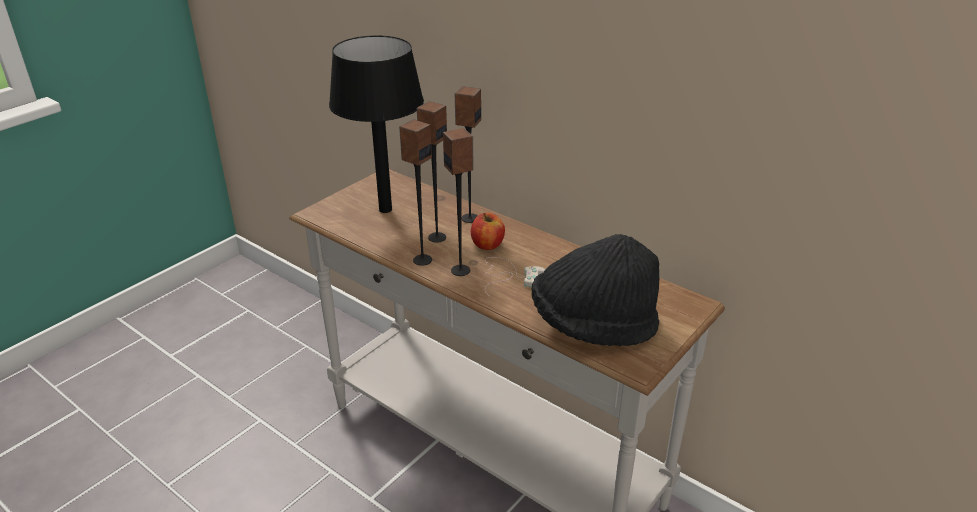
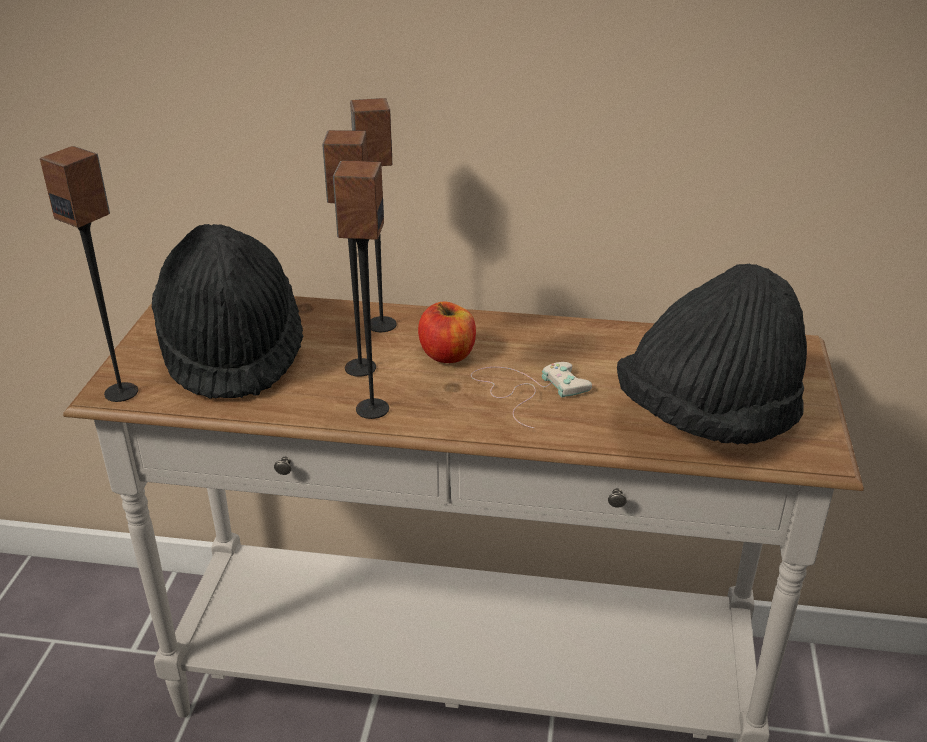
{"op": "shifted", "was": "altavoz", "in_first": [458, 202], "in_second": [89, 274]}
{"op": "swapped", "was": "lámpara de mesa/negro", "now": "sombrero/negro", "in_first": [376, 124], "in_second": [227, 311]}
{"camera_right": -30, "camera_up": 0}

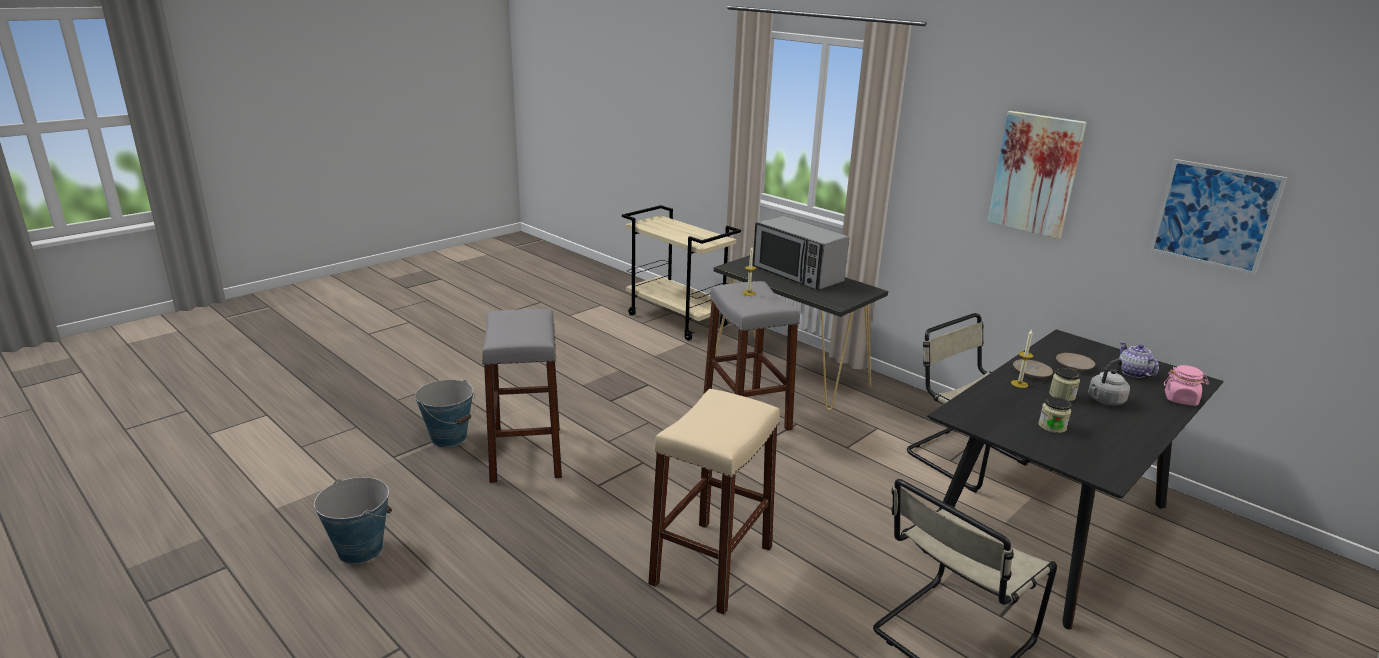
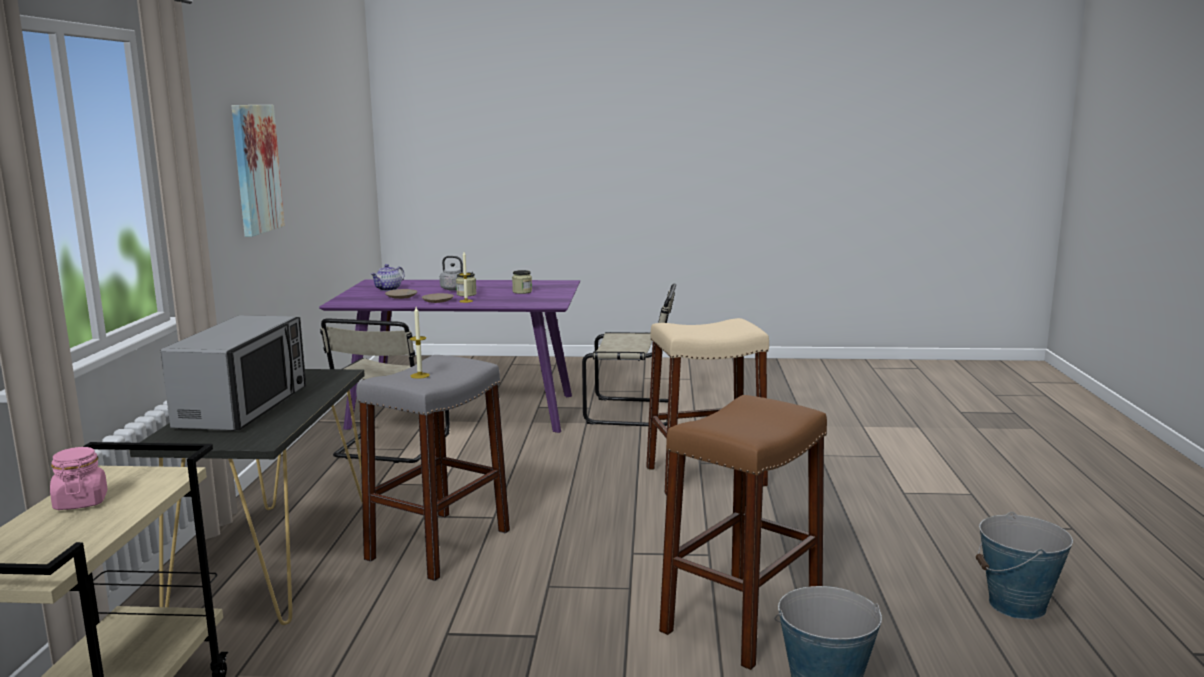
{"op": "gone", "was": "cuadro", "in_first": [1218, 217]}
{"op": "shifted", "was": "tarro/rosa", "in_first": [1186, 385], "in_second": [79, 478]}
{"op": "repainted", "was": "taburete/gris", "now": "taburete/marrón", "in_first": [522, 396], "in_second": [743, 532]}
{"op": "repainted", "was": "mesa de comedor/negro", "now": "mesa de comedor/morado", "in_first": [1073, 479], "in_second": [449, 356]}
{"camera_right": -130, "camera_up": -10}

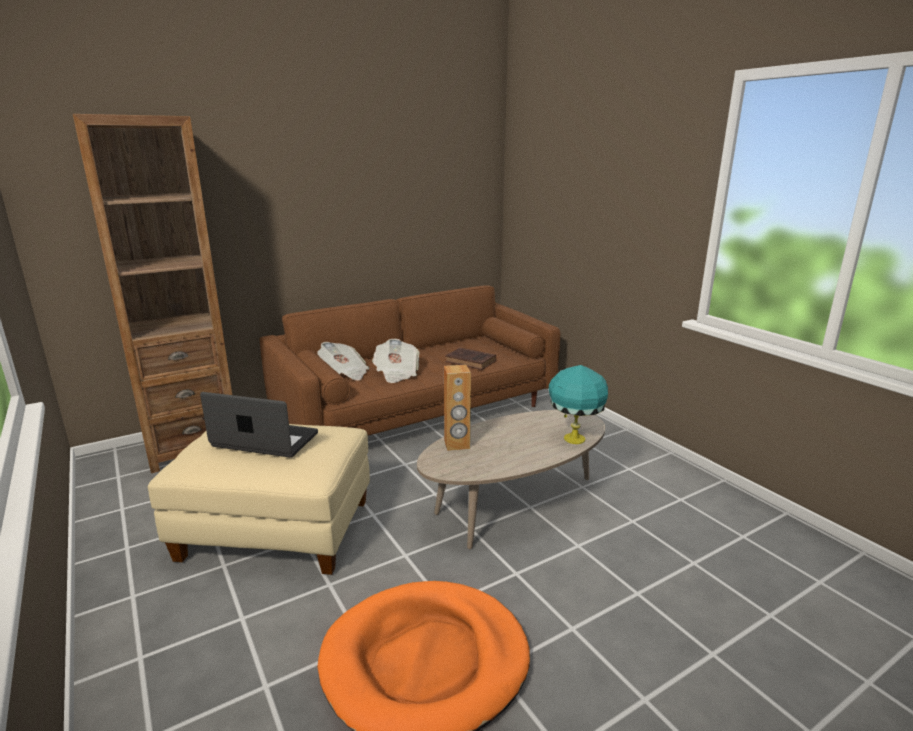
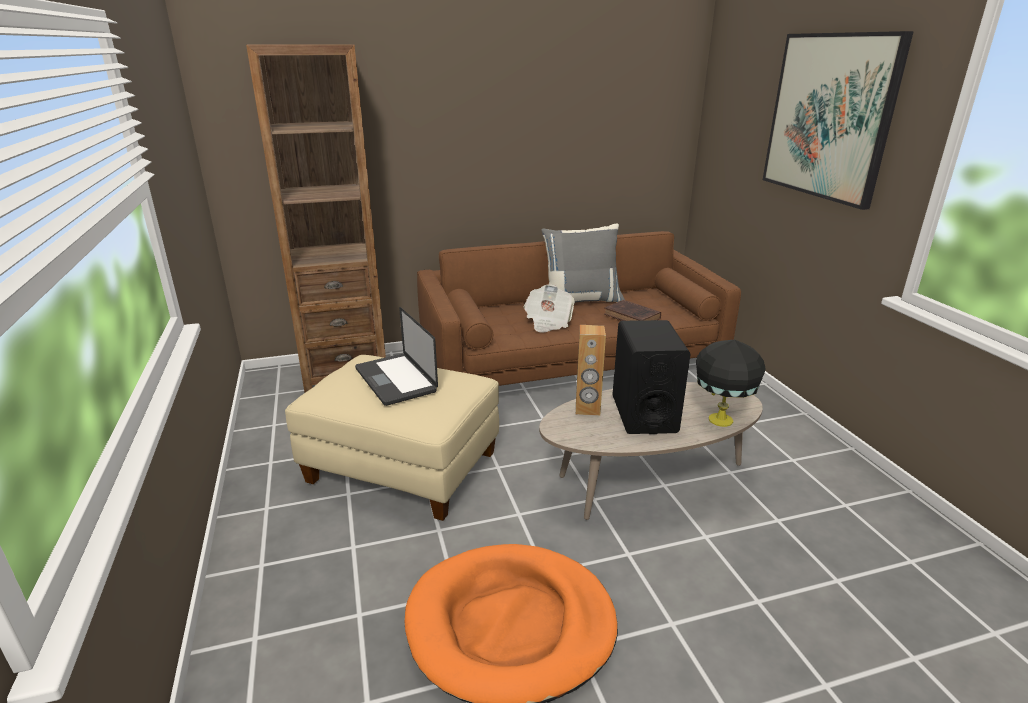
{"op": "gone", "was": "periódico", "in_first": [343, 361]}
{"op": "new", "now": "cojín/gris", "in_second": [583, 263]}
{"op": "new", "now": "altavoz/negro", "in_second": [651, 377]}
{"op": "new", "now": "cuadro", "in_second": [838, 120]}
{"op": "repainted", "was": "lámpara de mesa/turquesa", "now": "lámpara de mesa/negro", "in_first": [578, 404], "in_second": [731, 383]}
{"op": "rotated", "was": "portátil", "in_first": [259, 425], "in_second": [396, 356], "clockwise": -150}
{"camera_right": 15, "camera_up": 5}

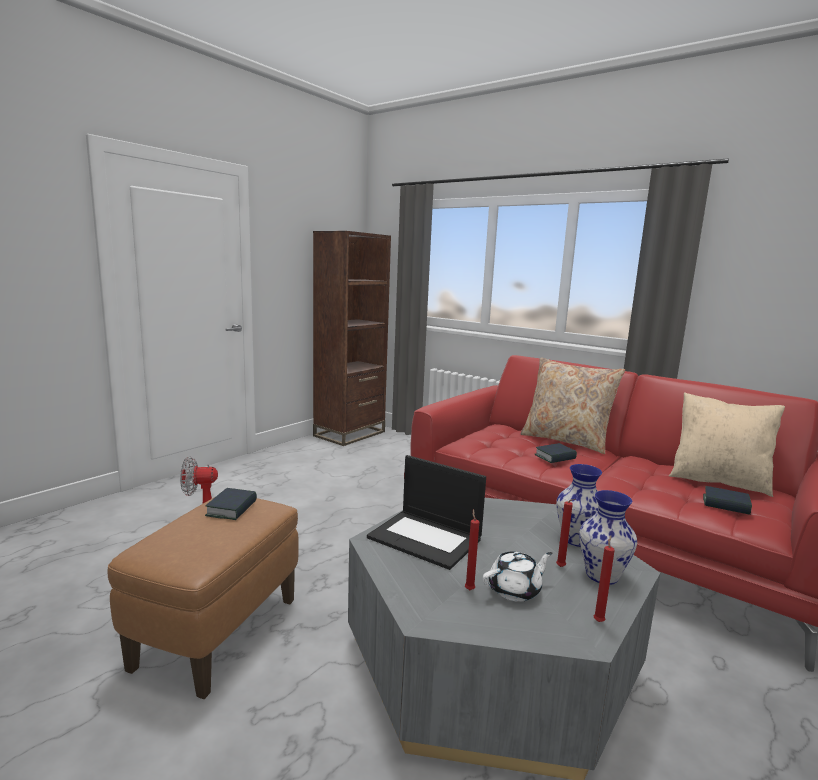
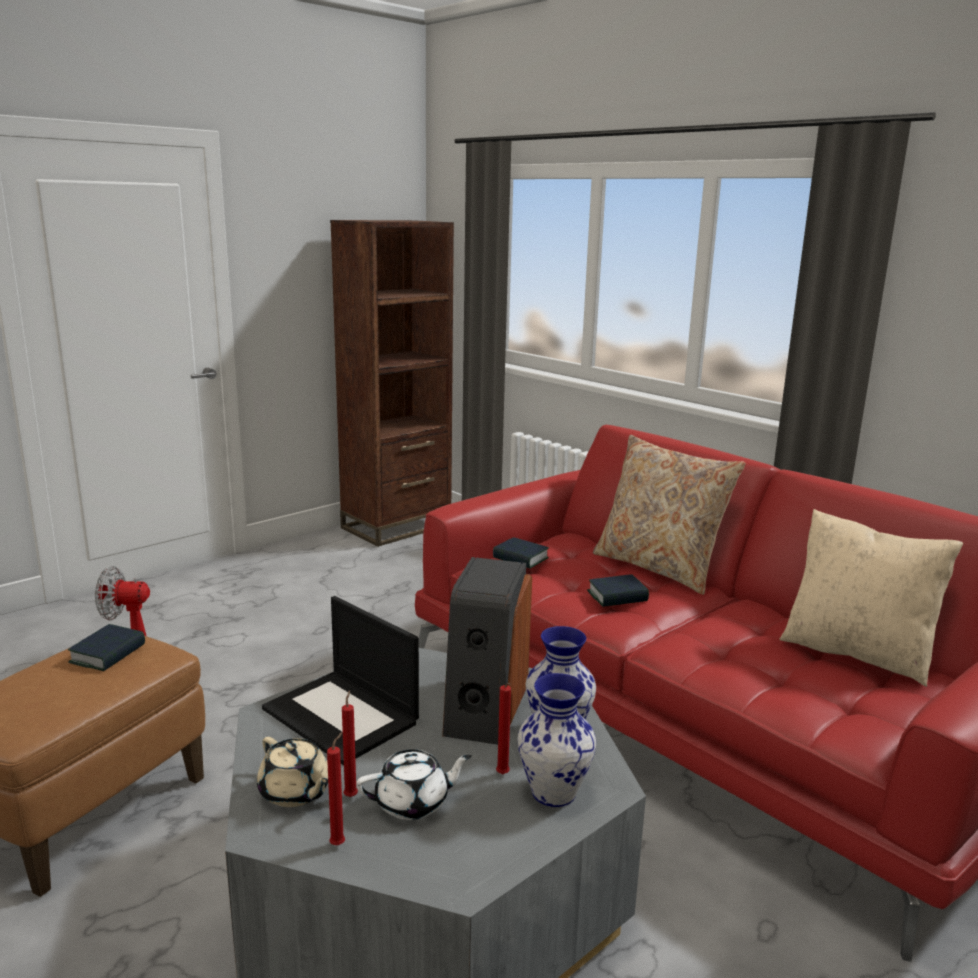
{"op": "new", "now": "tetera/beis", "in_second": [292, 772]}
{"op": "new", "now": "altavoz", "in_second": [487, 651]}
{"op": "shifted", "was": "vela/rojo", "in_first": [604, 578], "in_second": [336, 788]}
{"op": "shifted", "was": "libro", "in_first": [727, 500], "in_second": [521, 552]}
{"camera_right": 10, "camera_up": 5}

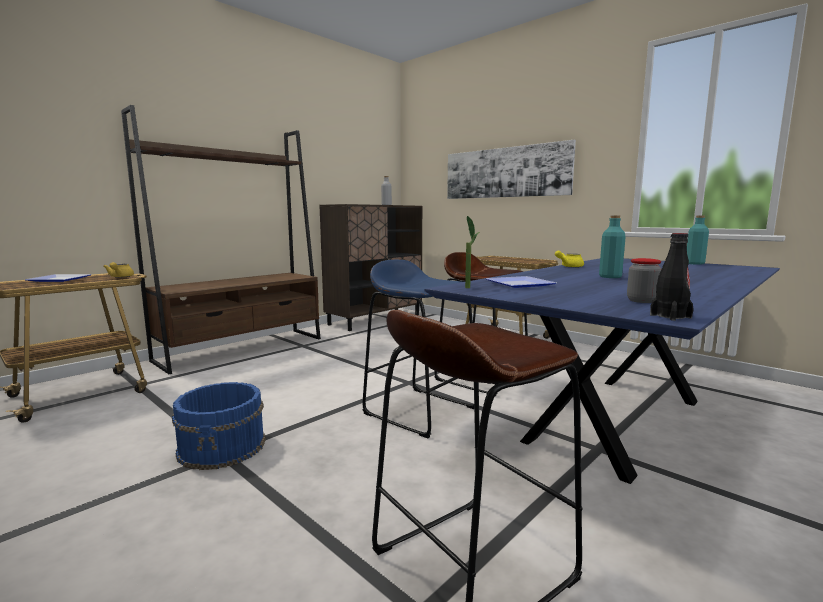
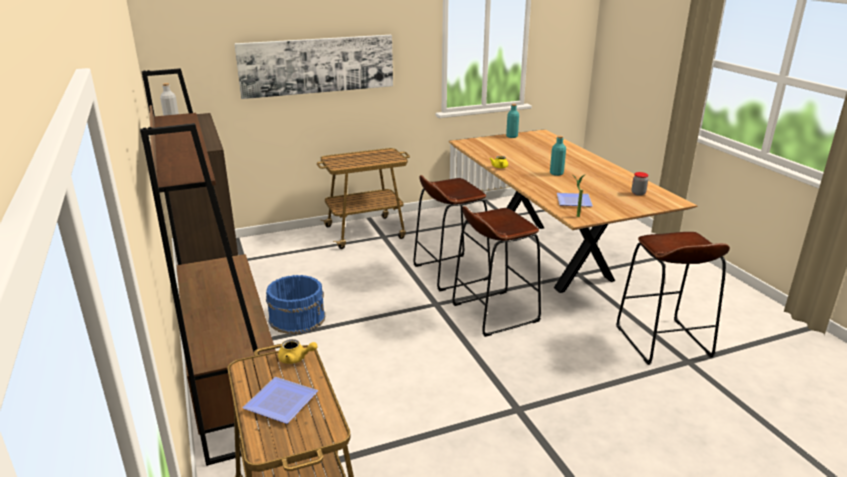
{"op": "gone", "was": "botella/negro", "in_first": [672, 277]}
{"op": "shifted", "was": "cubo/azul", "in_first": [219, 426], "in_second": [295, 304]}
{"op": "repainted", "was": "taburete/azul", "now": "taburete/marrón", "in_first": [418, 349], "in_second": [496, 271]}
{"op": "repainted", "was": "mesa de comedor/azul", "now": "mesa de comedor/marrón", "in_first": [602, 371], "in_second": [573, 211]}
{"camera_right": -65, "camera_up": 15}

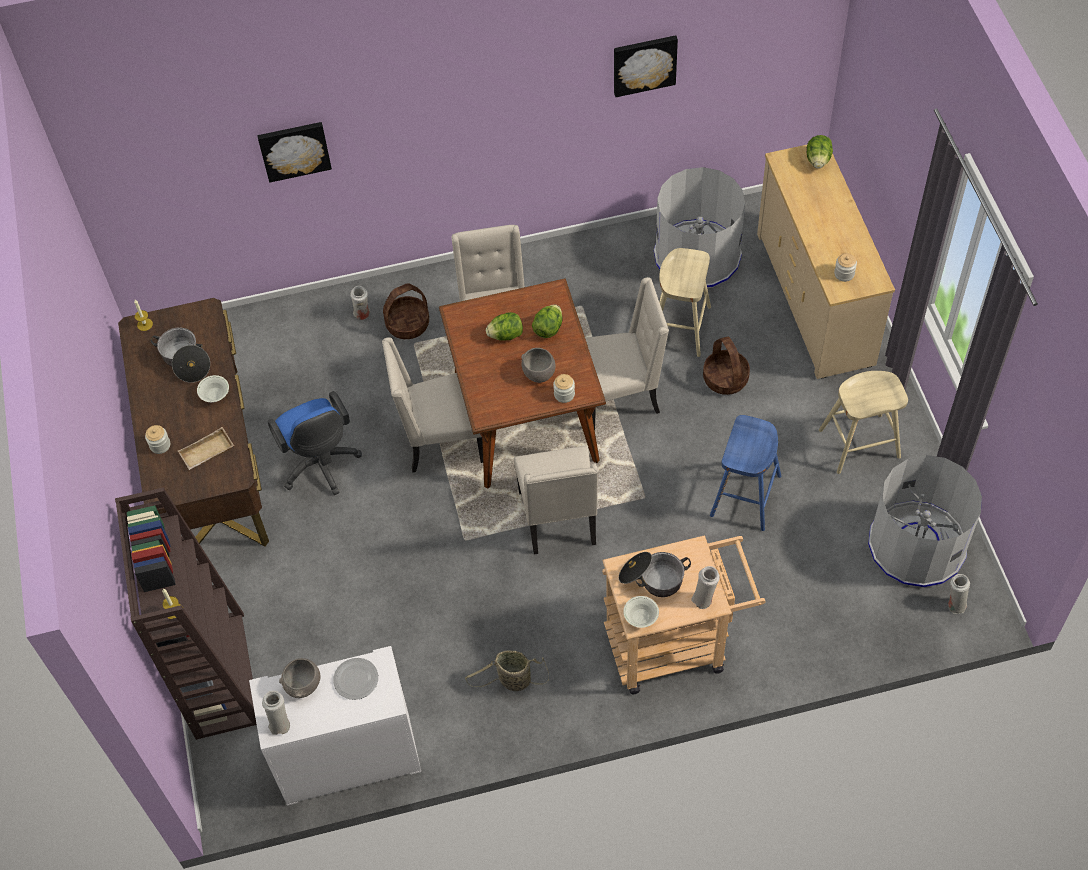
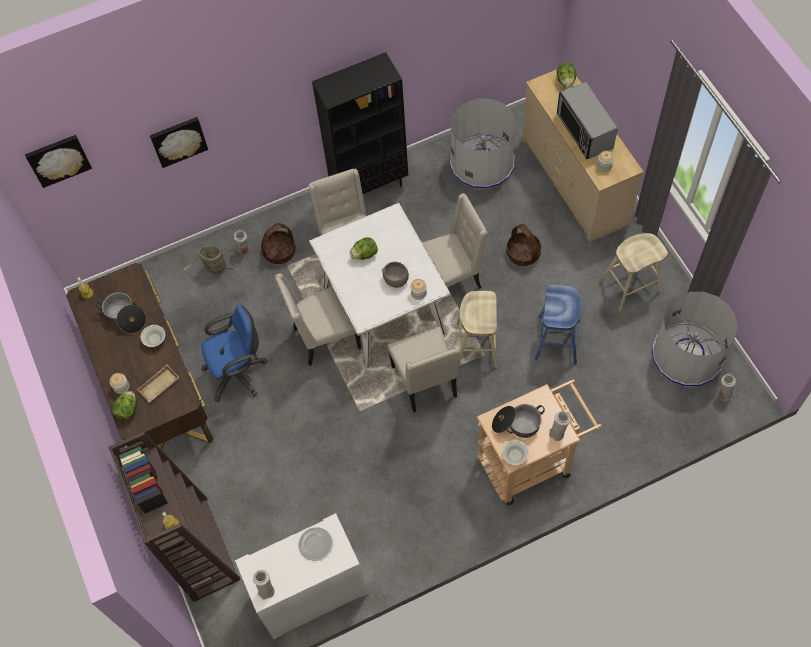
{"op": "gone", "was": "cuenco/gris", "in_first": [299, 678]}
{"op": "new", "now": "estantería/negro", "in_second": [360, 123]}
{"op": "new", "now": "microondas", "in_second": [587, 120]}
{"op": "shifted", "was": "cesta", "in_first": [507, 670], "in_second": [210, 260]}
{"op": "shifted", "was": "lechuga", "in_first": [547, 321], "in_second": [124, 405]}
{"op": "shifted", "was": "cuadro", "in_first": [646, 66], "in_second": [58, 161]}
{"op": "shifted", "was": "taburete/beis", "in_first": [685, 302], "in_second": [477, 329]}
{"op": "repainted", "was": "mesa de comedor/marrón", "now": "mesa de comedor/blanco", "in_first": [522, 383], "in_second": [380, 285]}
{"op": "rotated", "was": "silla de oficina/azul", "in_first": [315, 443], "in_second": [234, 353], "clockwise": -75}
{"camera_right": -10, "camera_up": 5}

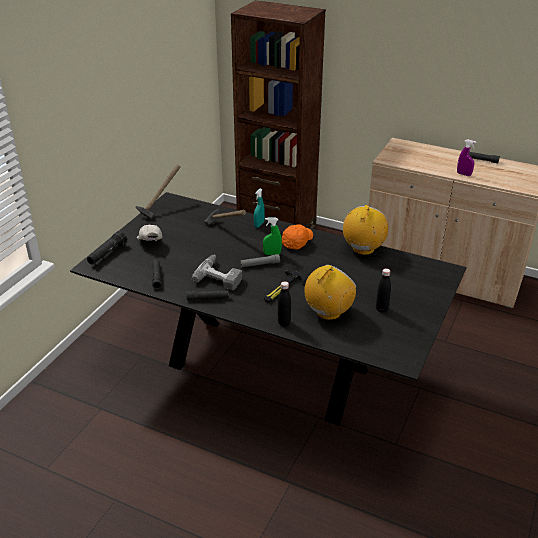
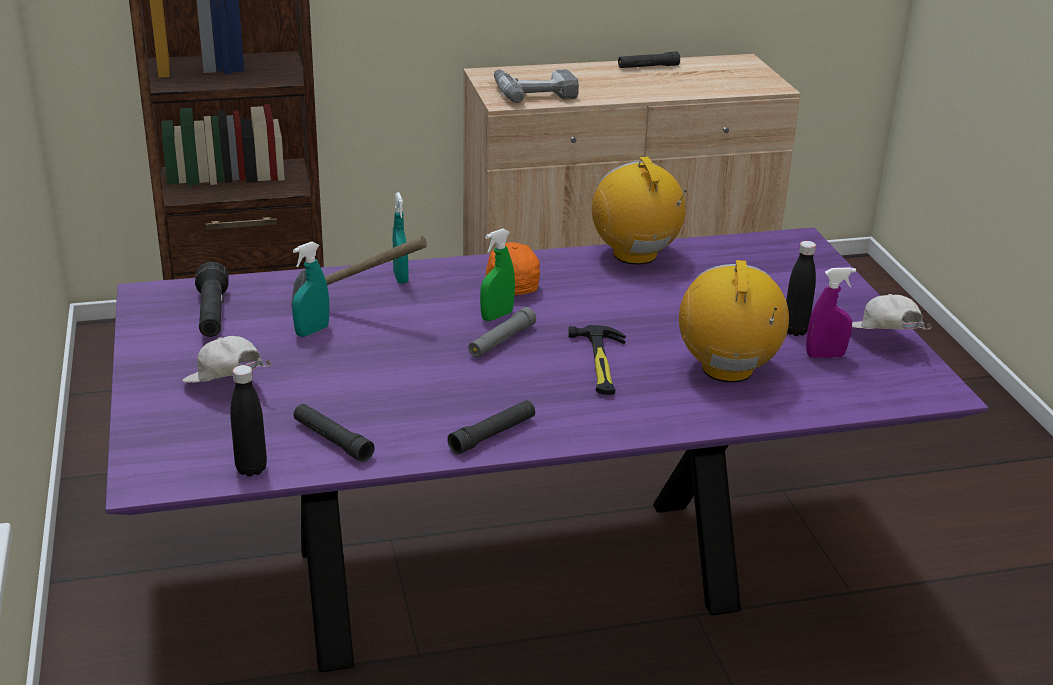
{"op": "gone", "was": "martillo", "in_first": [158, 191]}
{"op": "new", "now": "pulverizador/turquesa", "in_second": [310, 289]}
{"op": "new", "now": "gorra/blanco", "in_second": [892, 312]}
{"op": "shifted", "was": "linterna/negro", "in_first": [107, 248], "in_second": [212, 299]}
{"op": "shifted", "was": "taladro", "in_first": [217, 272], "in_second": [536, 86]}
{"op": "shifted", "was": "botella/negro", "in_first": [284, 303], "in_second": [248, 421]}
{"op": "shifted", "was": "pulverizador/morado", "in_first": [466, 157], "in_second": [831, 312]}
{"op": "repainted", "was": "mesa de comedor/negro", "now": "mesa de comedor/morado", "in_first": [268, 309], "in_second": [547, 449]}
{"camera_right": -40, "camera_up": -5}

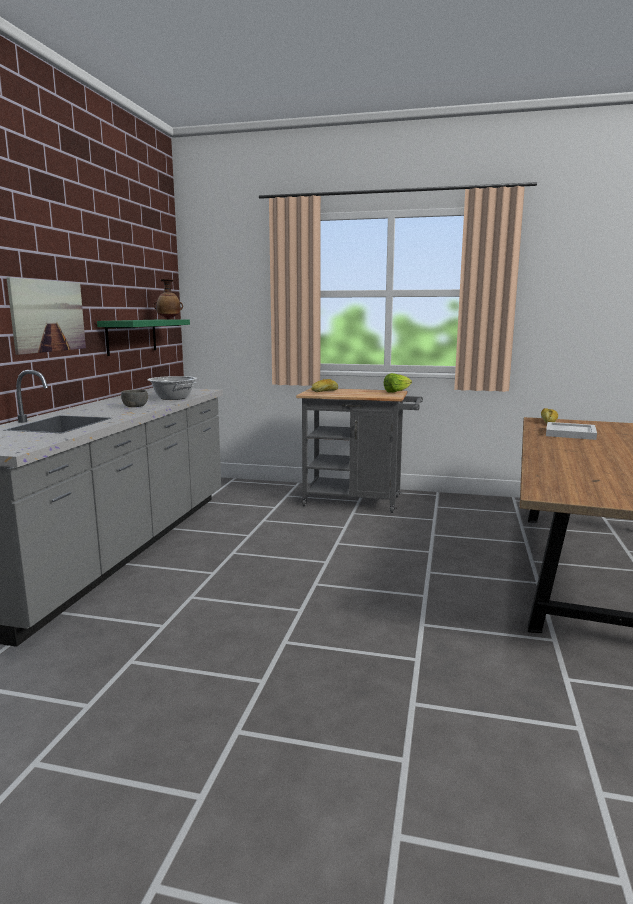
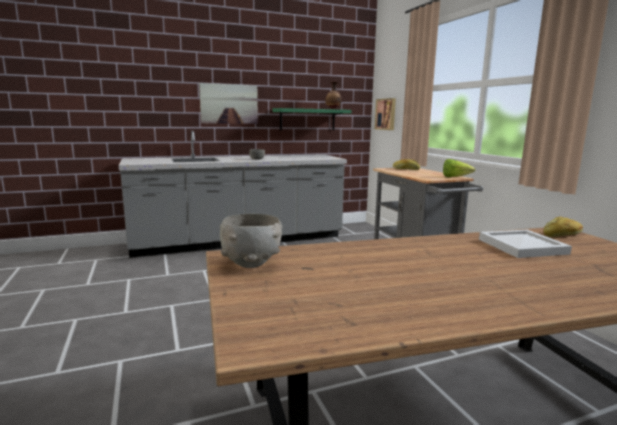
{"op": "gone", "was": "olla", "in_first": [172, 388]}
{"op": "new", "now": "cuenco/gris", "in_second": [251, 241]}
{"op": "new", "now": "cuadro", "in_second": [385, 114]}
{"camera_right": 55, "camera_up": 0}

